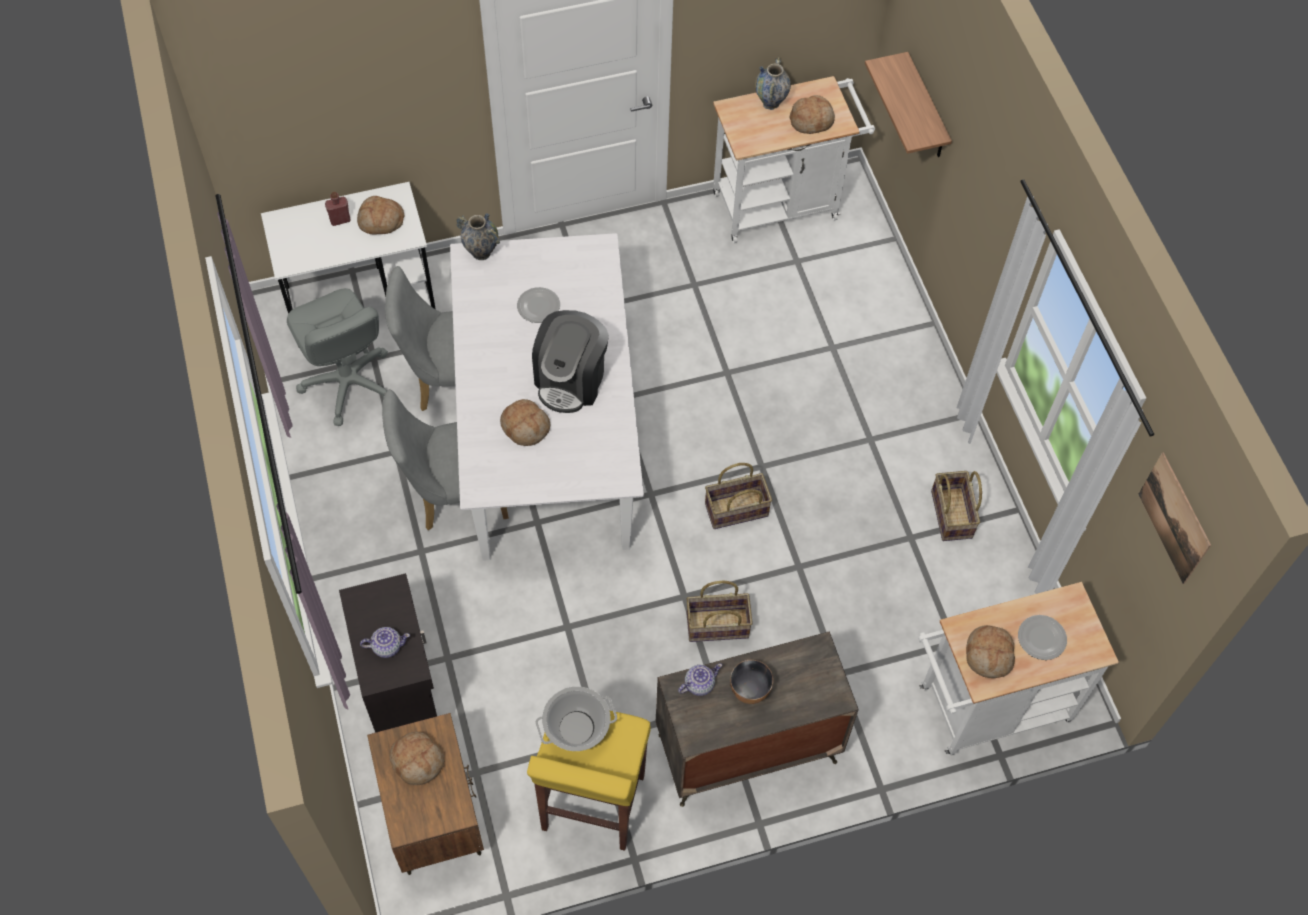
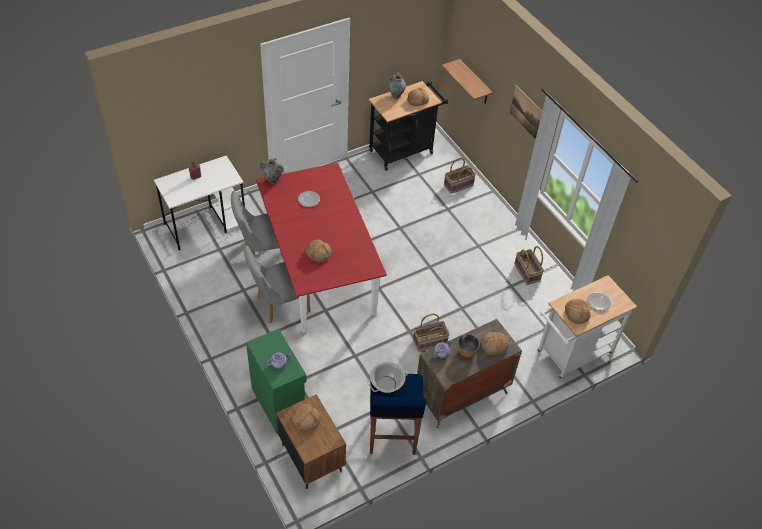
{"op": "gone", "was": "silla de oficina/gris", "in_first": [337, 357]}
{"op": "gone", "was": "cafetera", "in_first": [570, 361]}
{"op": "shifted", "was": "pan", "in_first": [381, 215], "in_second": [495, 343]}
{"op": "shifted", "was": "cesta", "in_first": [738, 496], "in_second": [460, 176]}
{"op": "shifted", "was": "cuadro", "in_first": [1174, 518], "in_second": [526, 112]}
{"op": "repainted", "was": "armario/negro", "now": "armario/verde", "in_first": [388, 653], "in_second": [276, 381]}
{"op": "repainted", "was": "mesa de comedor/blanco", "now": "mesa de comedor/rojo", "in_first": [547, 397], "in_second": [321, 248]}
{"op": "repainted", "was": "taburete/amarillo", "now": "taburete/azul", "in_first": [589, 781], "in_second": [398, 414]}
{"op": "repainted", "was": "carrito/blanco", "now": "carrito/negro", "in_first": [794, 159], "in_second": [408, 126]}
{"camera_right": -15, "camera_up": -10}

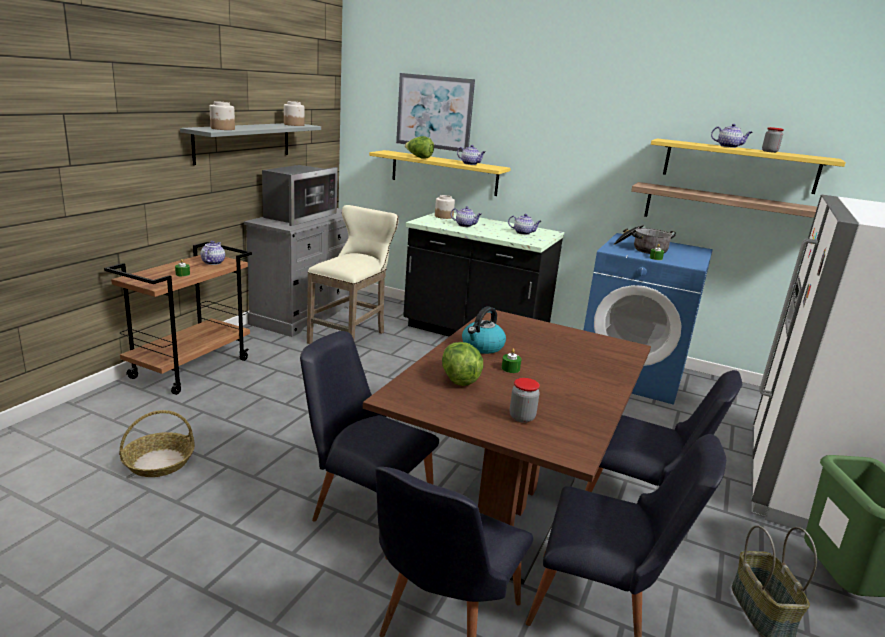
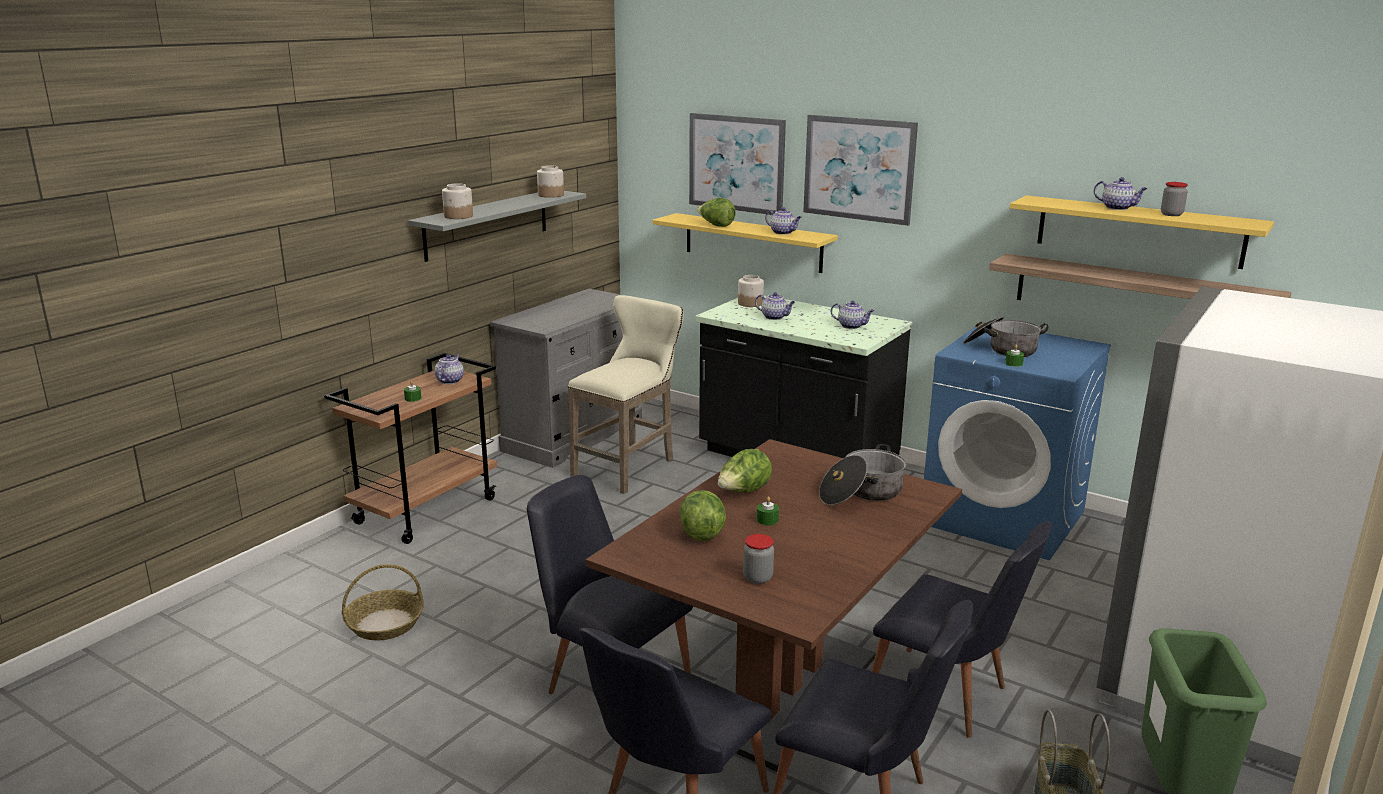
{"op": "gone", "was": "microondas", "in_first": [300, 195]}
{"op": "new", "now": "cuadro", "in_second": [860, 170]}
{"op": "new", "now": "olla", "in_second": [862, 474]}
{"op": "swapped", "was": "hervidor", "now": "lechuga", "in_first": [484, 330], "in_second": [745, 470]}
{"camera_right": 10, "camera_up": 0}

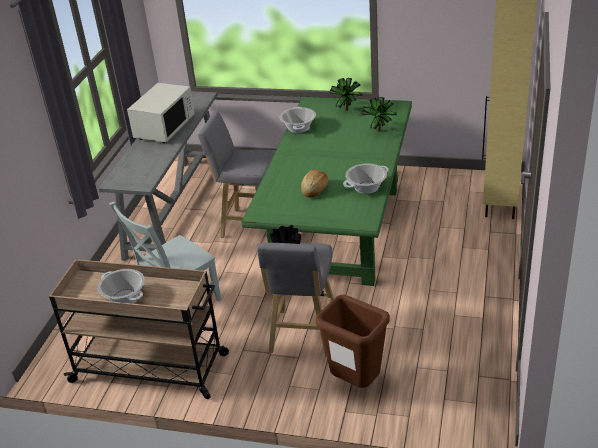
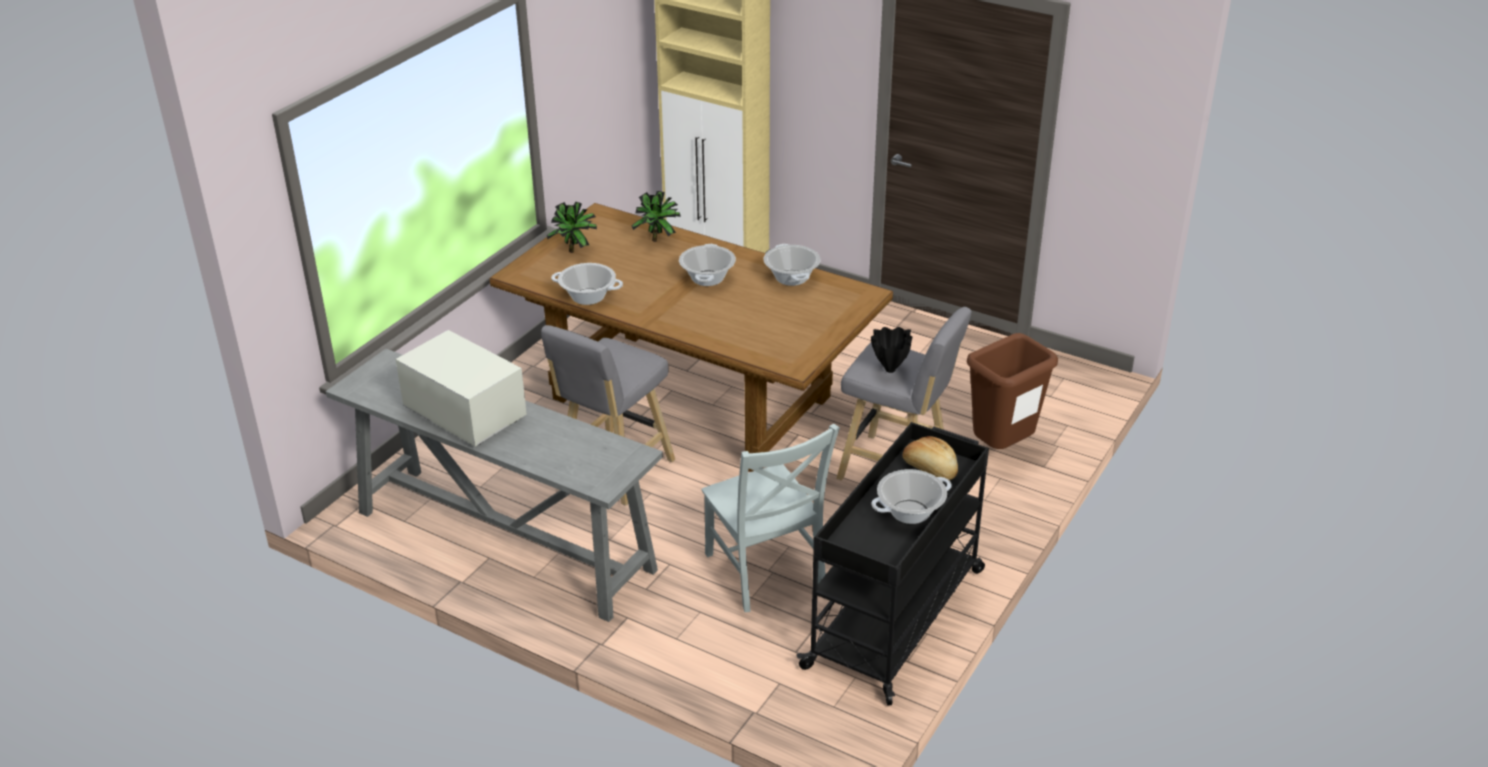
{"op": "new", "now": "olla", "in_second": [707, 265]}
{"op": "shifted", "was": "pan", "in_first": [314, 184], "in_second": [930, 458]}
{"op": "repainted", "was": "carrito/beis", "now": "carrito/negro", "in_first": [139, 329], "in_second": [892, 564]}
{"op": "repainted", "was": "mesa de comedor/verde", "now": "mesa de comedor/marrón", "in_first": [326, 191], "in_second": [691, 337]}
{"camera_right": -75, "camera_up": 0}

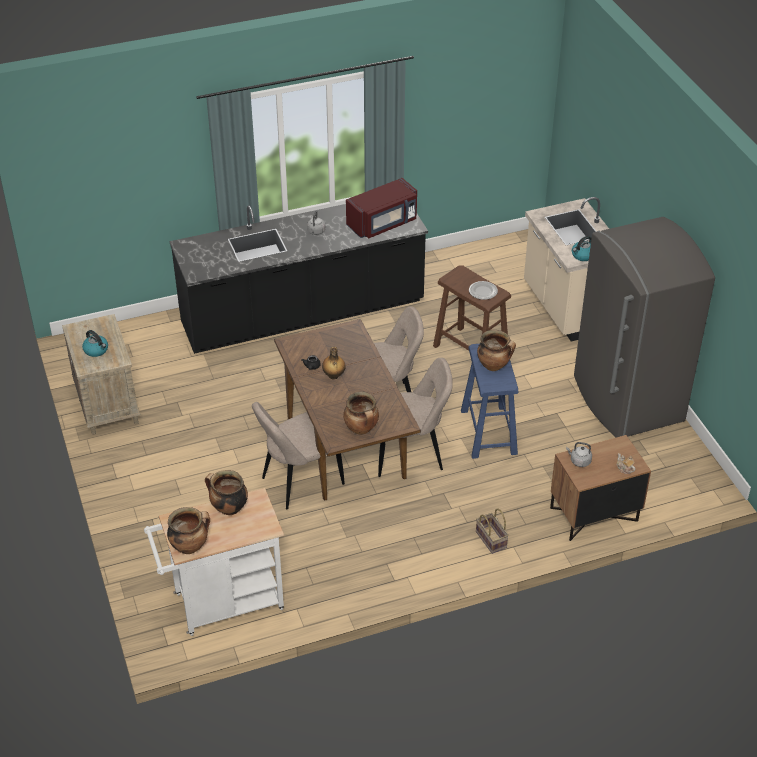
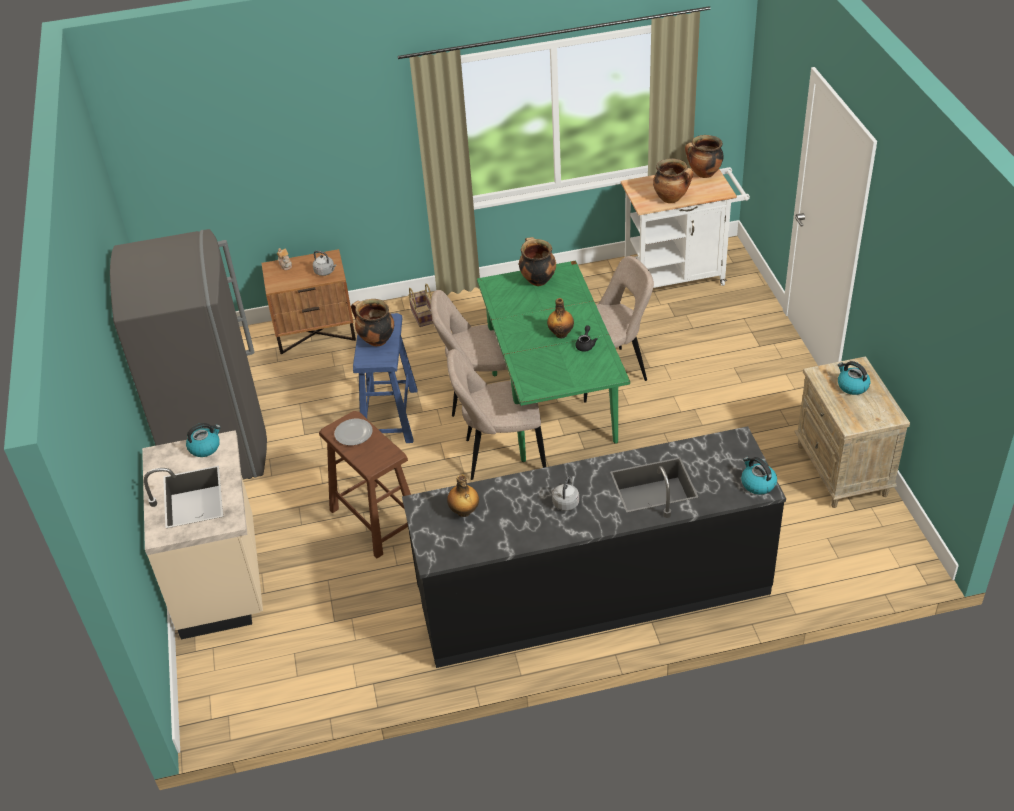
{"op": "new", "now": "hervidor", "in_second": [759, 476]}
{"op": "swapped", "was": "microondas/rojo", "now": "botella", "in_first": [381, 208], "in_second": [463, 495]}
{"op": "repainted", "was": "mesa de comedor/marrón", "now": "mesa de comedor/verde", "in_first": [347, 409], "in_second": [553, 361]}
{"camera_right": -170, "camera_up": 0}

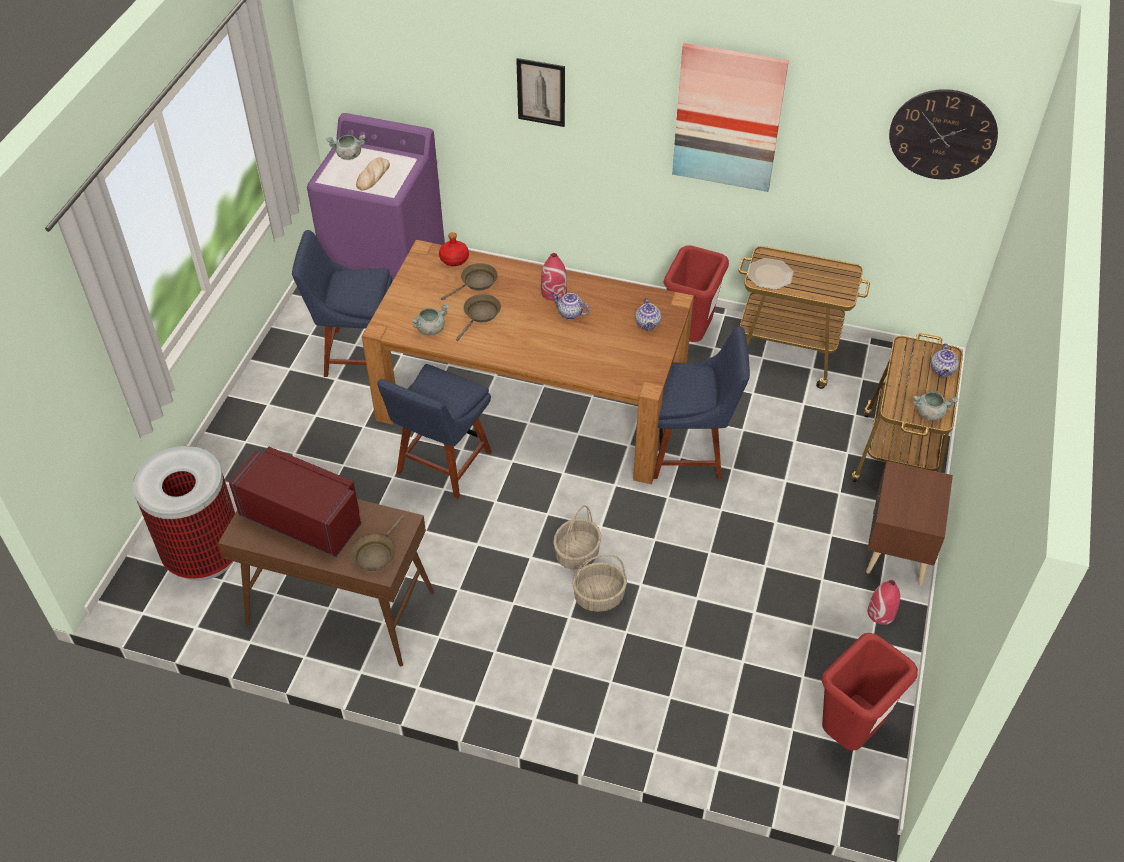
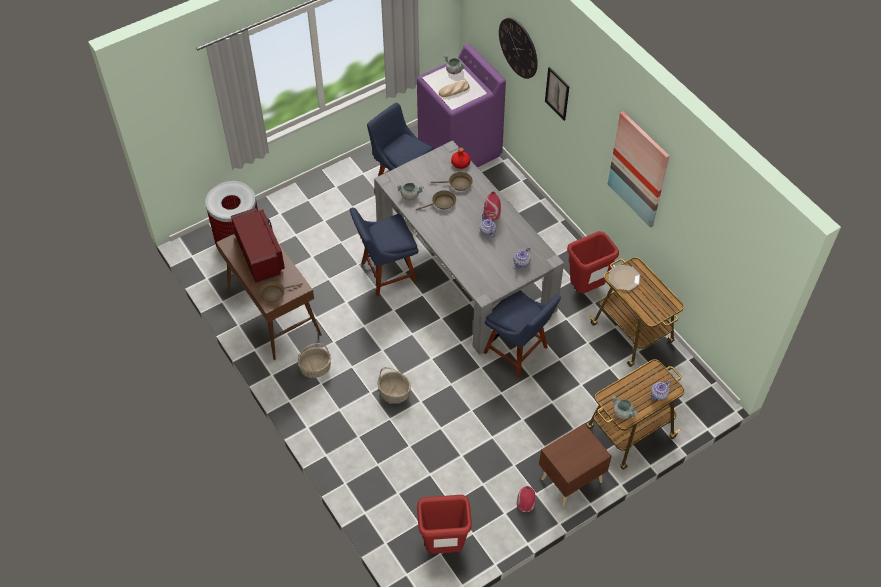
{"op": "shifted", "was": "cesta", "in_first": [577, 537], "in_second": [314, 360]}
{"op": "shifted", "was": "reloj de pared", "in_first": [943, 134], "in_second": [518, 48]}
{"op": "repainted", "was": "mesa de comedor/marrón", "now": "mesa de comedor/gris", "in_first": [528, 362], "in_second": [469, 247]}
{"camera_right": 40, "camera_up": 5}

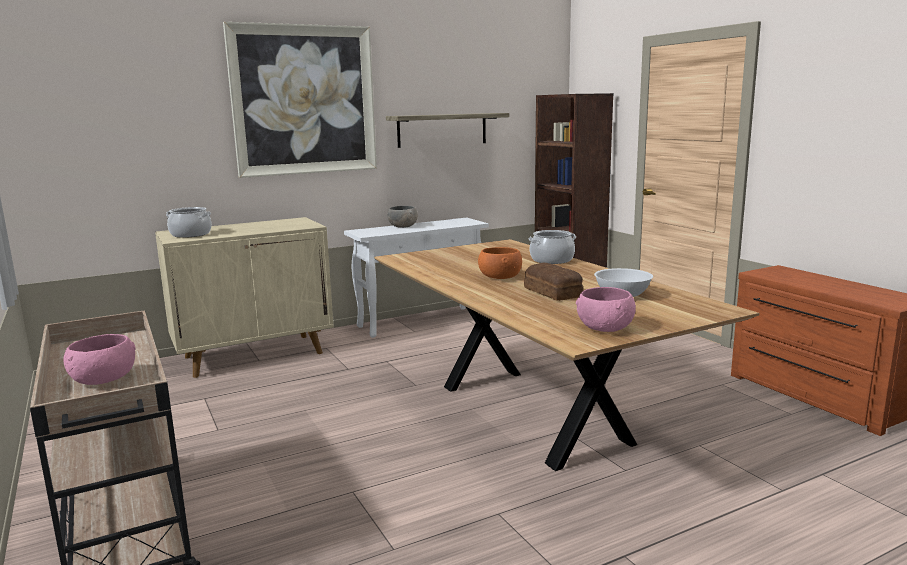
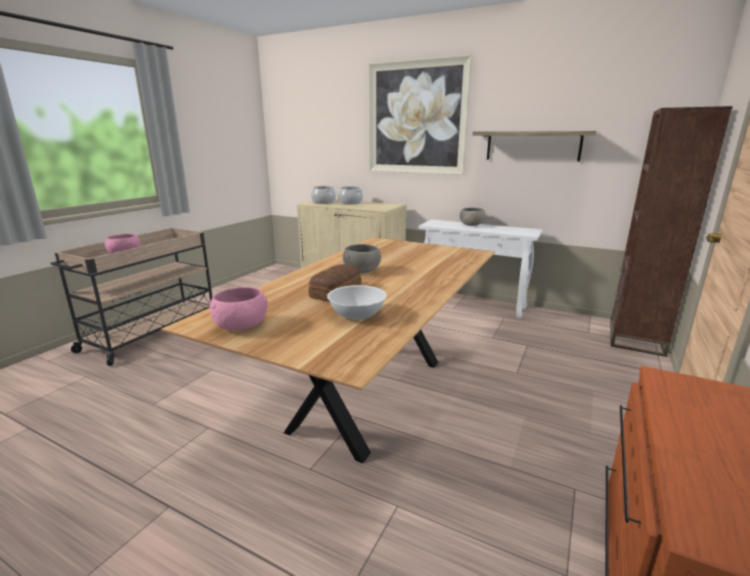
{"op": "shifted", "was": "olla", "in_first": [552, 247], "in_second": [350, 195]}
{"op": "repainted", "was": "cuenco/naranja", "now": "cuenco/gris", "in_first": [500, 263], "in_second": [362, 258]}
{"camera_right": 55, "camera_up": 5}

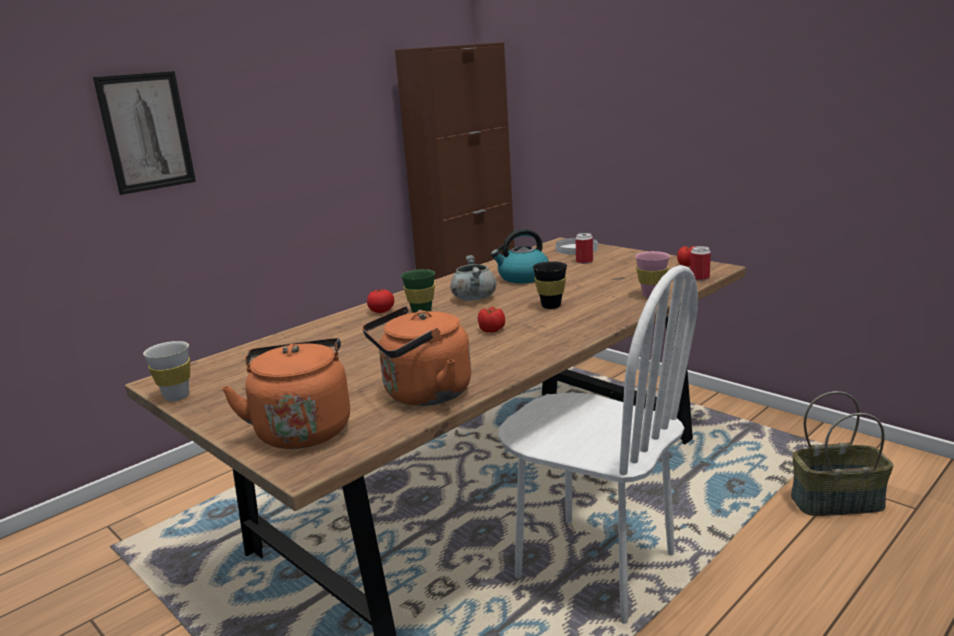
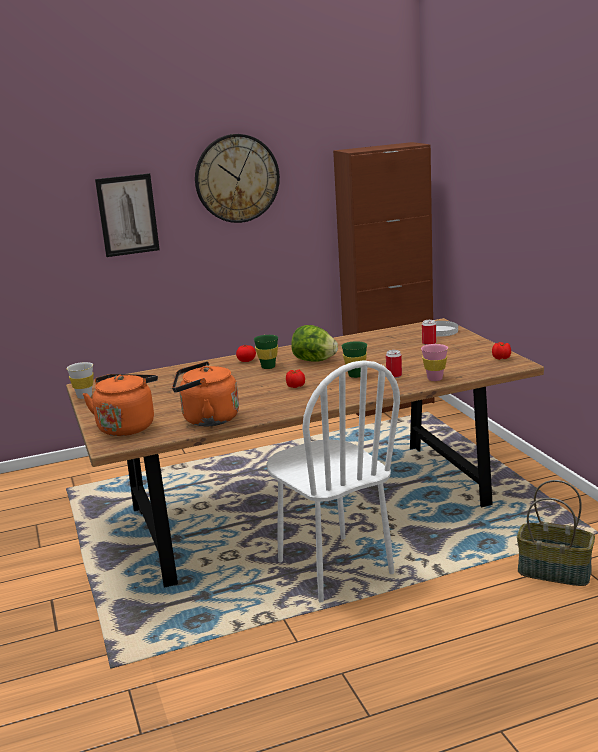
{"op": "gone", "was": "hervidor", "in_first": [520, 256]}
{"op": "new", "now": "reloj de pared", "in_second": [237, 178]}
{"op": "shifted", "was": "lata", "in_first": [700, 263], "in_second": [394, 364]}
{"op": "swapped", "was": "olla/gris", "now": "lechuga", "in_first": [473, 278], "in_second": [314, 343]}
{"op": "repainted", "was": "taza/negro", "now": "taza/verde", "in_first": [550, 285], "in_second": [354, 359]}
{"camera_right": 25, "camera_up": 0}

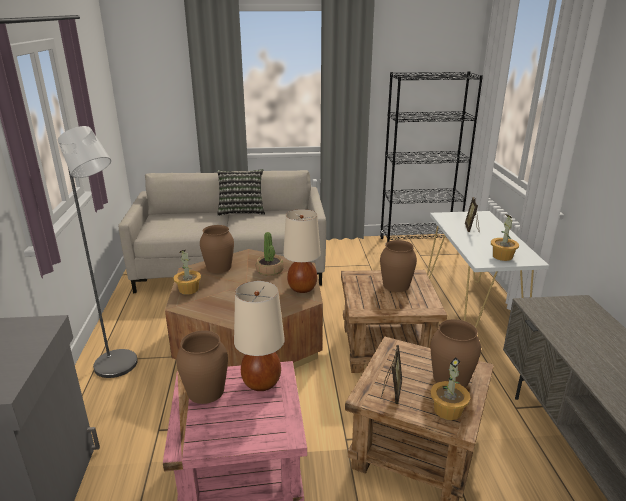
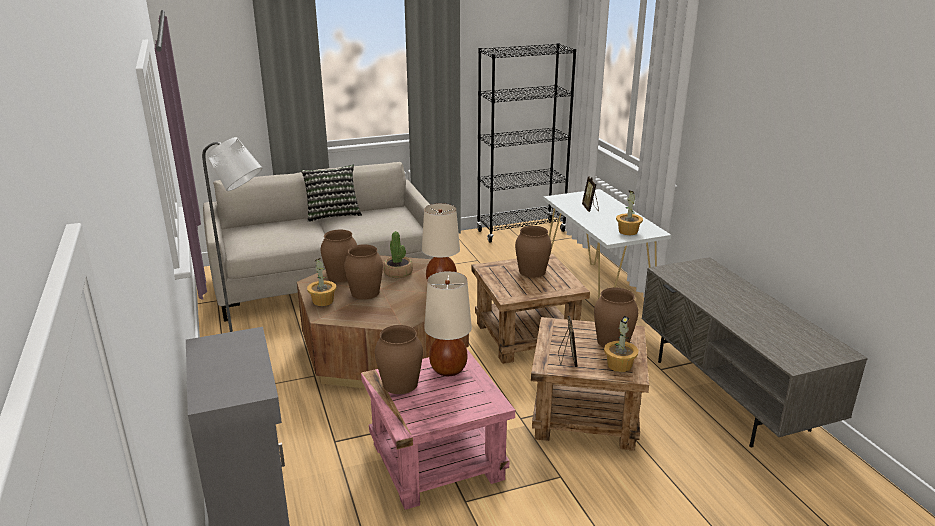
{"op": "new", "now": "florero/marrón", "in_second": [363, 272]}
{"camera_right": -15, "camera_up": 0}

